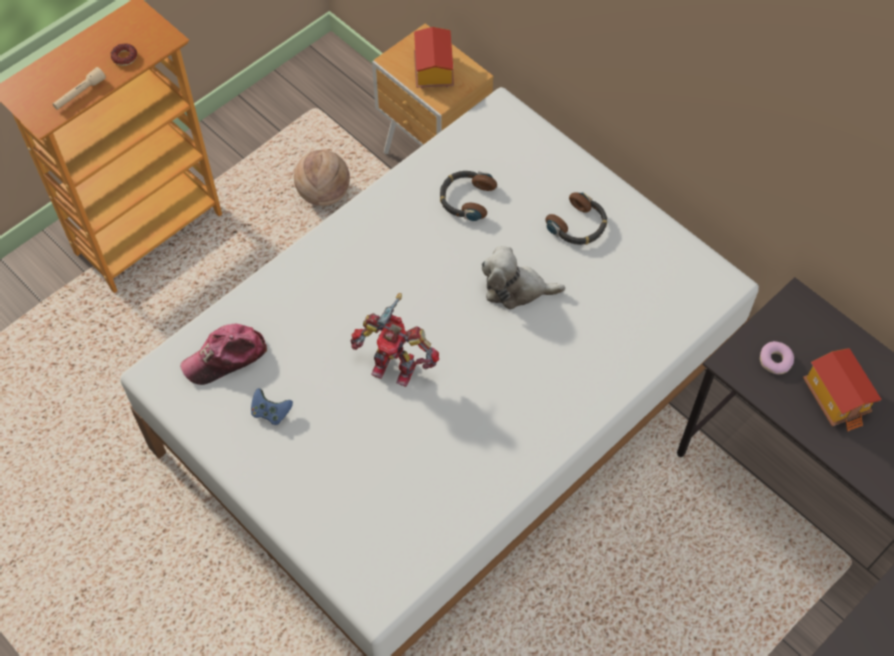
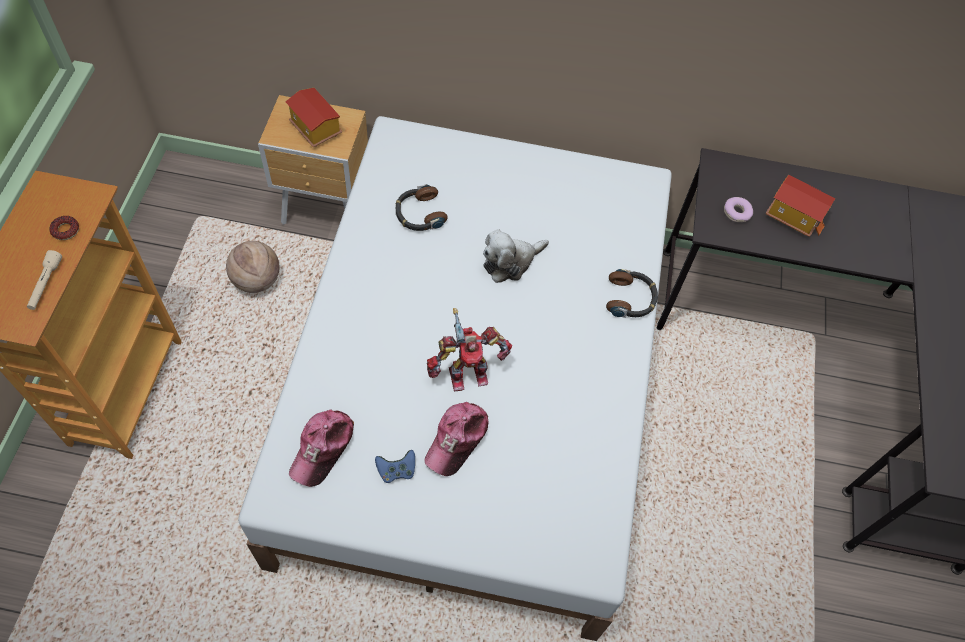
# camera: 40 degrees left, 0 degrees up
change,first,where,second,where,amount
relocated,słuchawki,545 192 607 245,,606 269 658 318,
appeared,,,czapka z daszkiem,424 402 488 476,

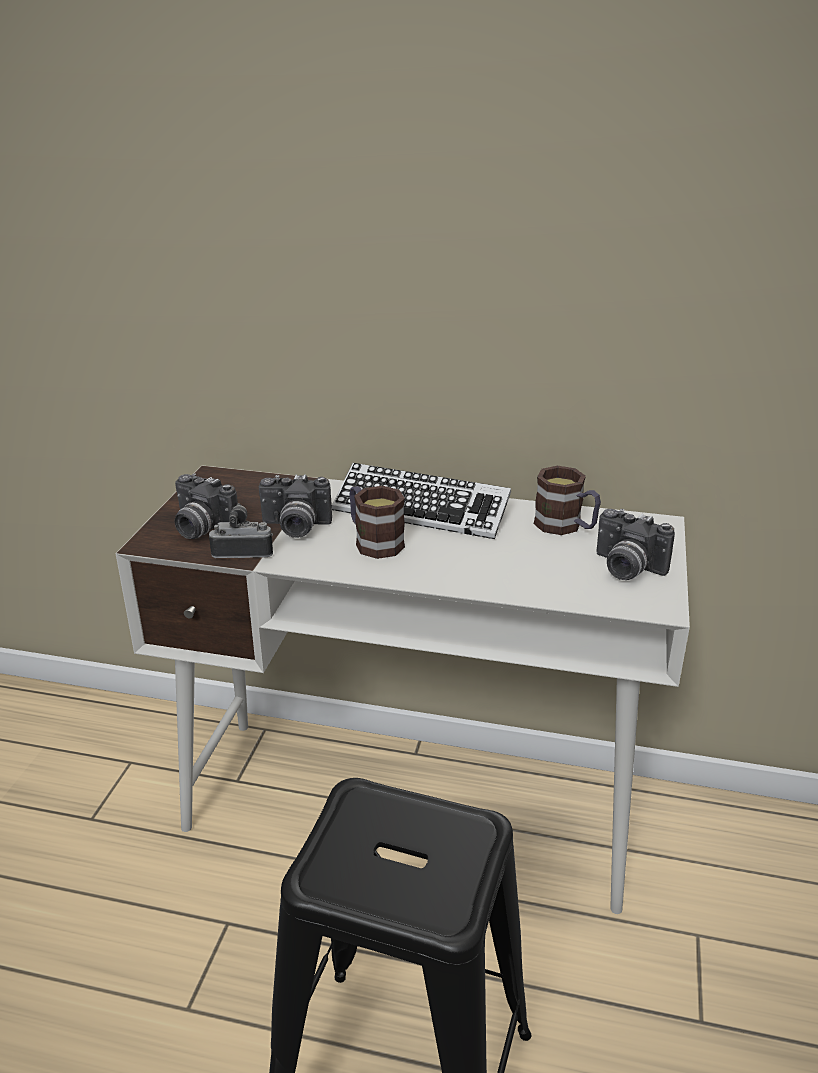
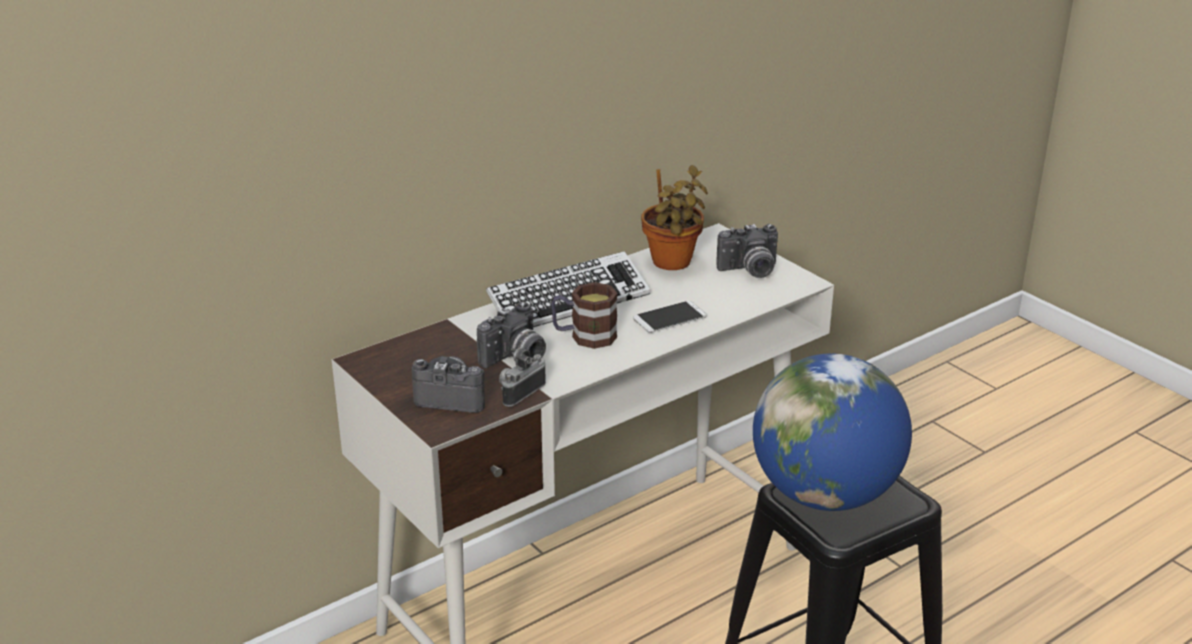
# camera: 50 degrees left, 0 degrees up
change,first,where,second,where,amount
spun,aparat fotograficzny,174 474 238 539,,412 356 485 413,150 degrees counterclockwise
exchanged,kubek,534 466 601 535,roślina doniczkowa,641 165 708 270,
appeared,,,telefon,633 301 707 333,
appeared,,,globus,753 353 912 511,

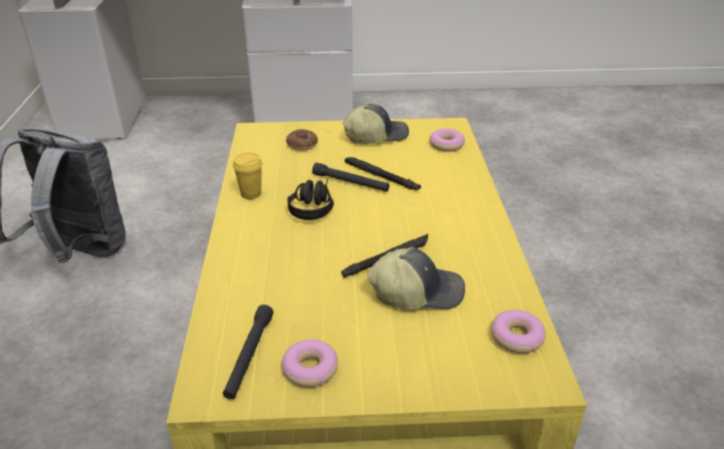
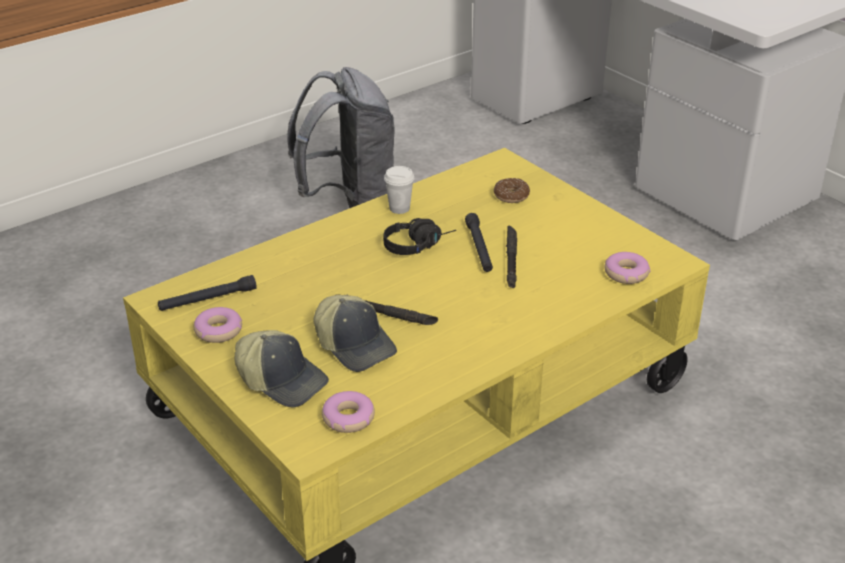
# camera: 55 degrees right, 0 degrees up
change,first,where,second,where,amount
colour,filiżanka [żółty],233 153 263 199,filiżanka [biały],384 166 414 214,
relocated,czapka z daszkiem,342 104 409 144,,234 330 329 407,

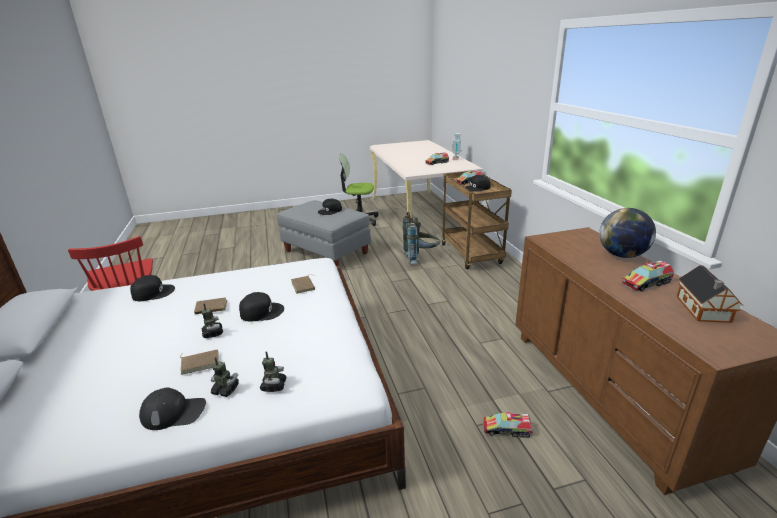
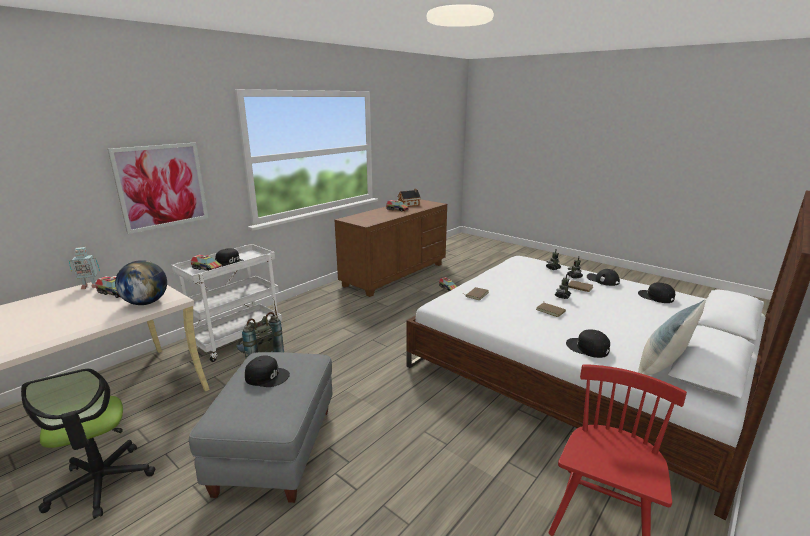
# camera: 125 degrees left, 5 degrees down
change,first,where,second,where,amount
relocated,czapka z daszkiem [czarny],239 292 284 322,,638 282 675 303,
colour,wózek [brązowy],442 171 512 269,wózek [biały],171 244 282 362,
relocated,globus,599 208 656 258,,115 260 167 305,
appeared,,,obraz,108 143 208 234,
appeared,,,poduszka,638 300 706 375,

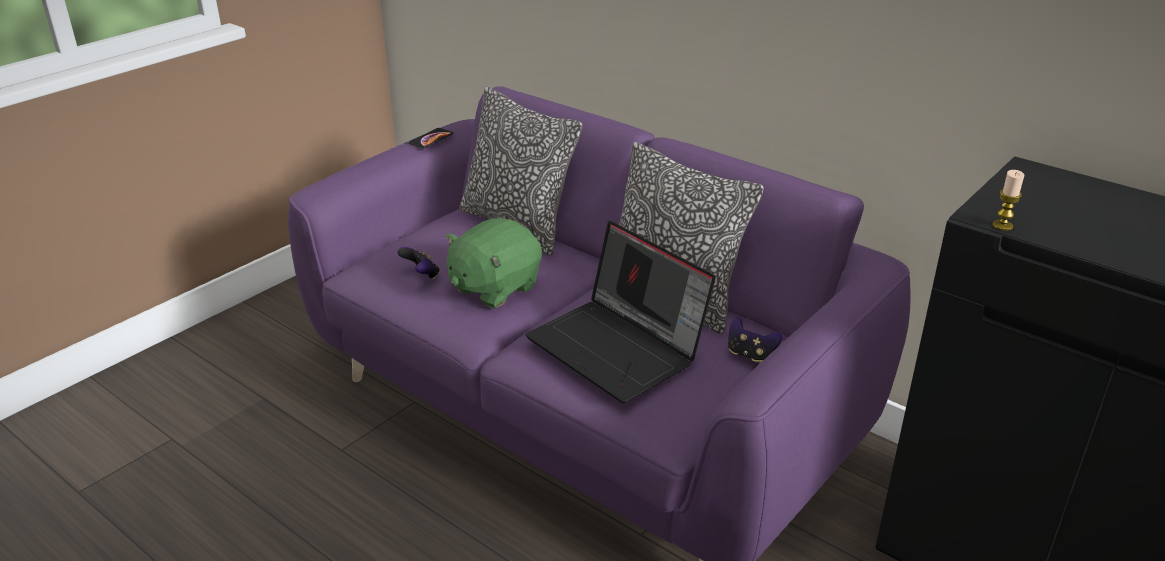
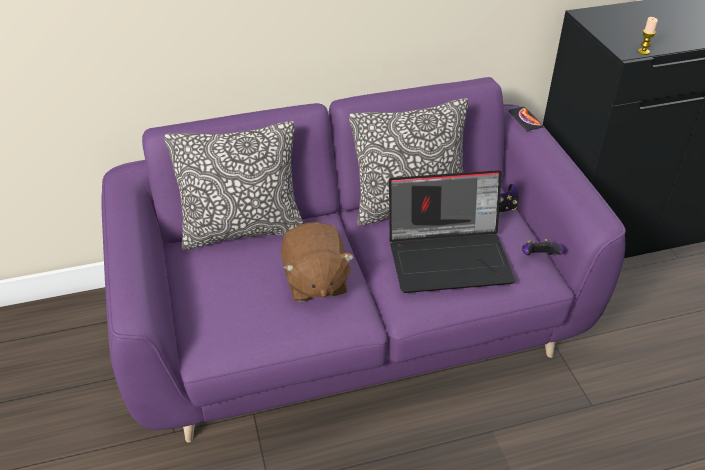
# camera: 55 degrees left, 10 degrees up
change,first,where,second,where,amount
relocated,pad do gier,397 247 440 279,,522 239 564 255,
relocated,telefon,409 128 454 148,,509 107 543 131,
colour,pluszak [zielony],445 218 542 308,pluszak [brązowy],281 222 354 302,

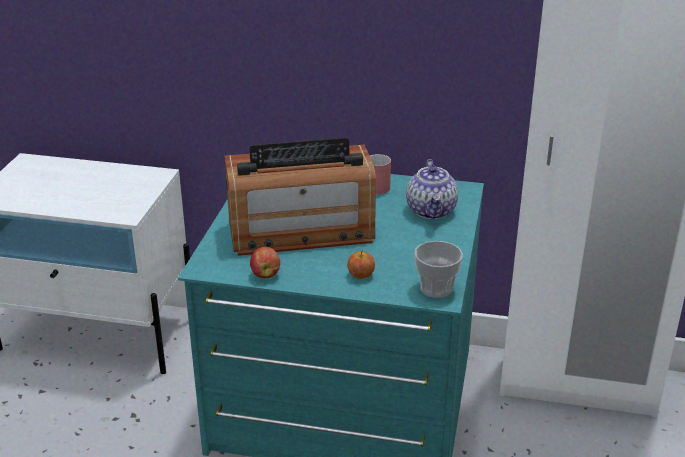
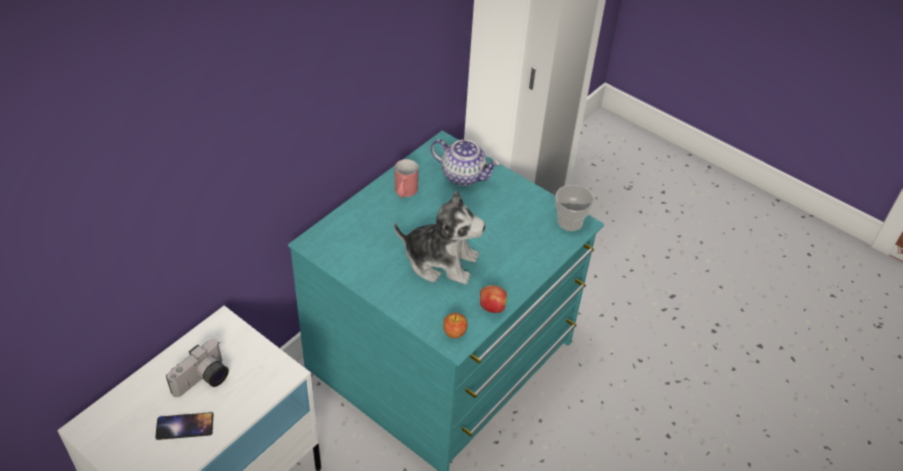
# camera: 65 degrees left, 15 degrees up
change,first,where,second,where,amount
exchanged,radio,225 138 376 256,pluszak,394 191 485 285,
relocated,jabłko,347 249 375 279,,443 313 468 338,
appeared,,,telefon,155 412 213 440,
appeared,,,aparat fotograficzny,166 339 229 397,

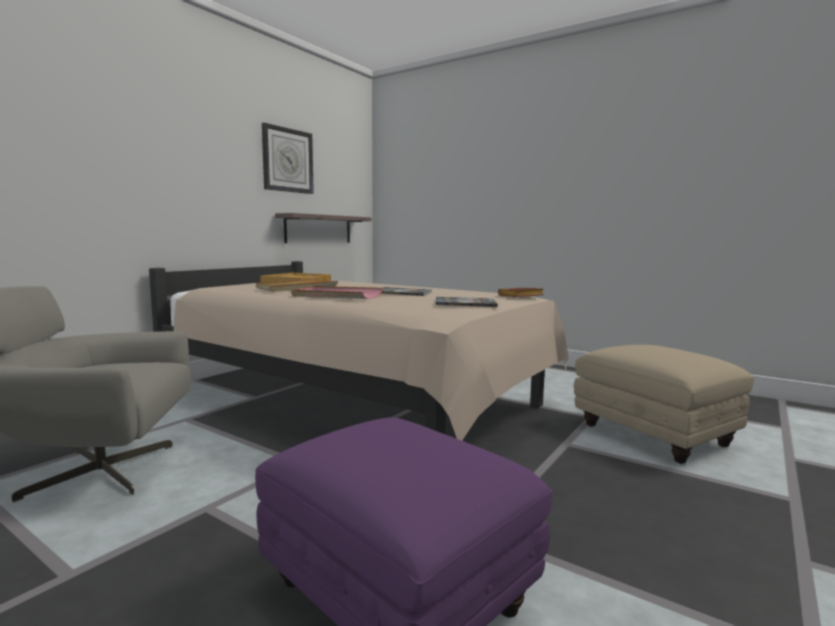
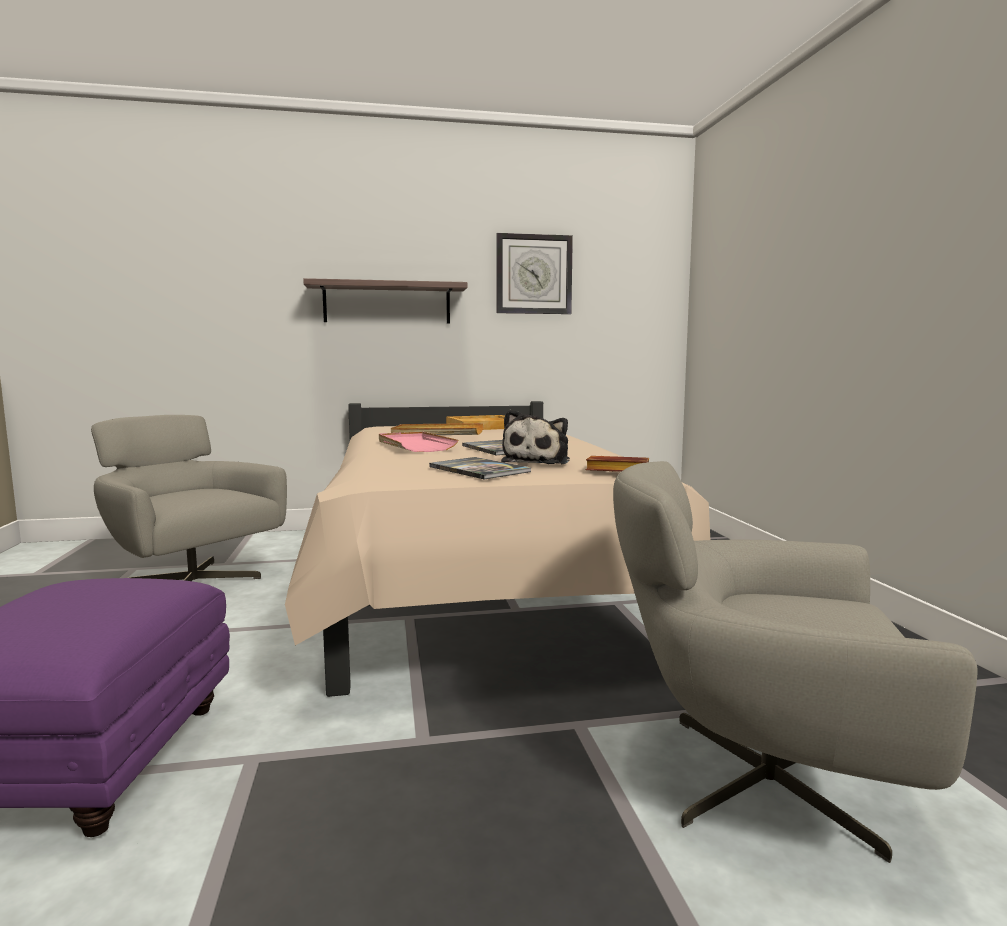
# camera: 45 degrees right, 0 degrees up
change,first,where,second,where,amount
relocated,półka,275 213 371 243,,303 278 468 324,
exchanged,pufa [beżowy],574 345 754 464,fotel [szary],613 461 978 863,
appeared,,,pluszak,501 410 570 464,

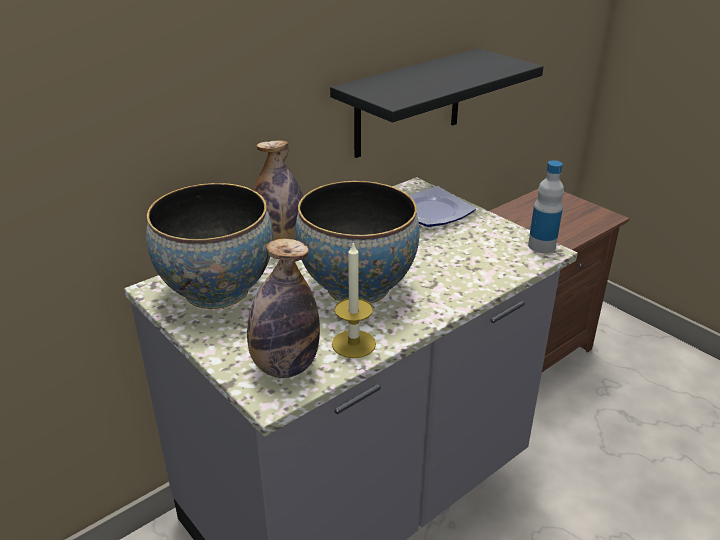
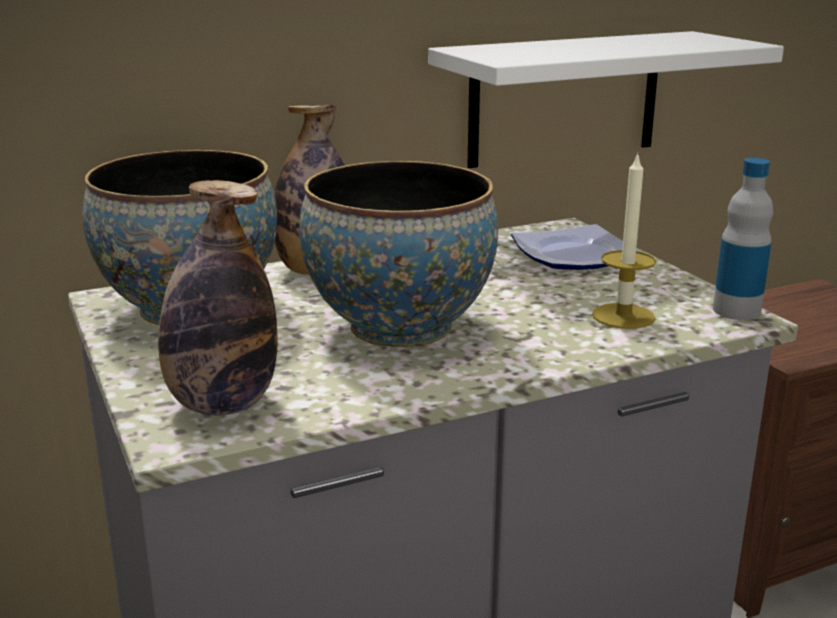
# camera: 15 degrees right, 10 degrees down
change,first,where,second,where,amount
colour,półka [czarny],330 49 543 158,półka [biały],428 31 784 168,
relocated,świeca,332 241 376 358,,592 152 656 329,

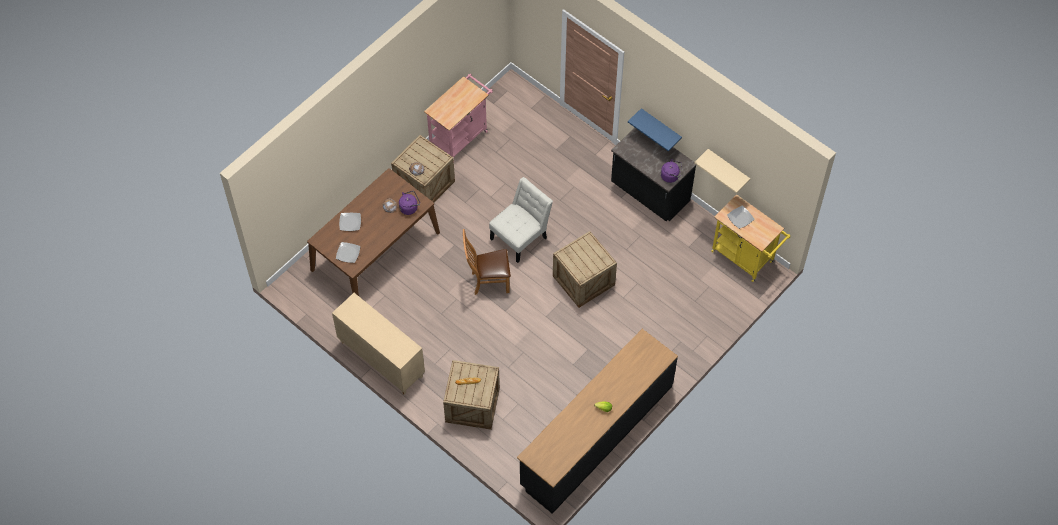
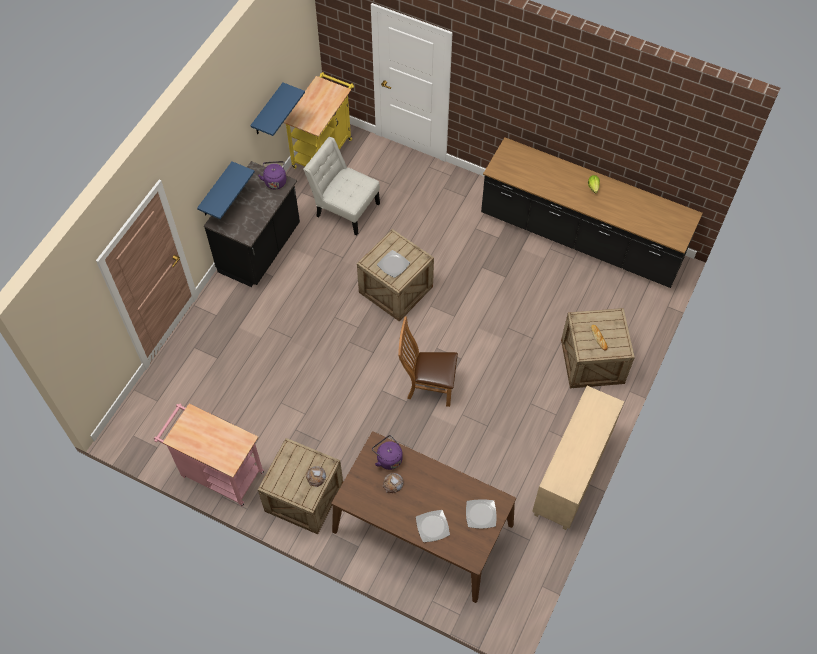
# camera: 105 degrees left, 0 degrees up
change,first,where,second,where,amount
spun,krzesło [brązowy],463 229 511 295,,398 316 458 407,120 degrees clockwise
relocated,krzesło [biały],489 177 553 263,,303 137 380 235,
colour,półka [beżowy],694 149 750 193,półka [niebieski],250 83 305 136,
relocated,talerz,727 206 754 229,,377 250 410 278,

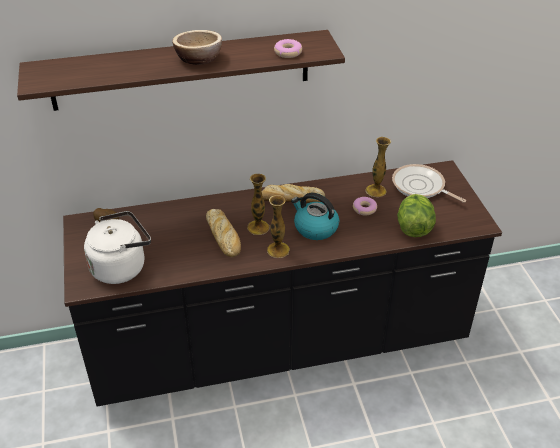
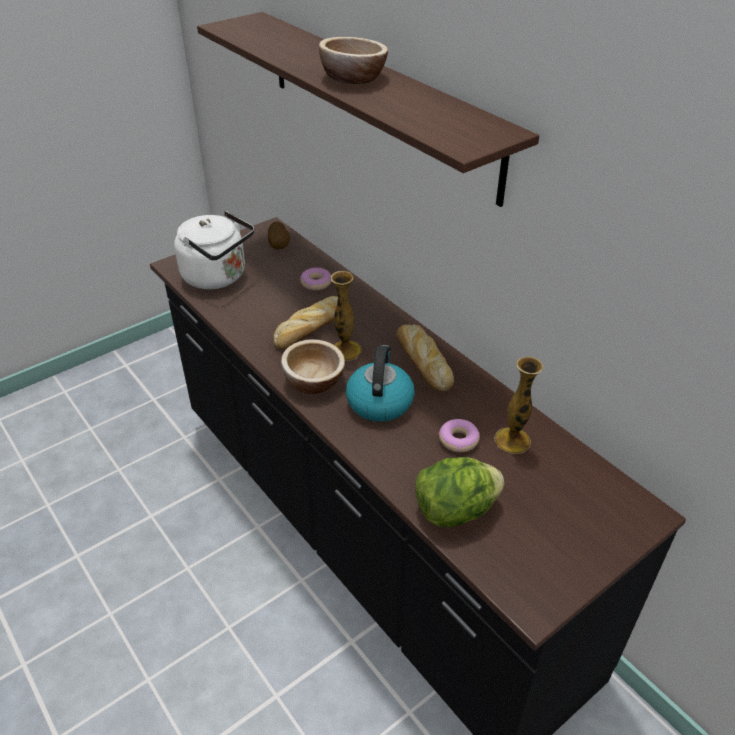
# camera: 65 degrees right, 0 degrees up
change,first,where,second,where,amount
exchanged,wazon,267 195 290 258,miska,281 339 345 394,
relocated,donut,274 39 302 58,,300 267 331 290,
missing,patelnia,392 164 466 203,,,

